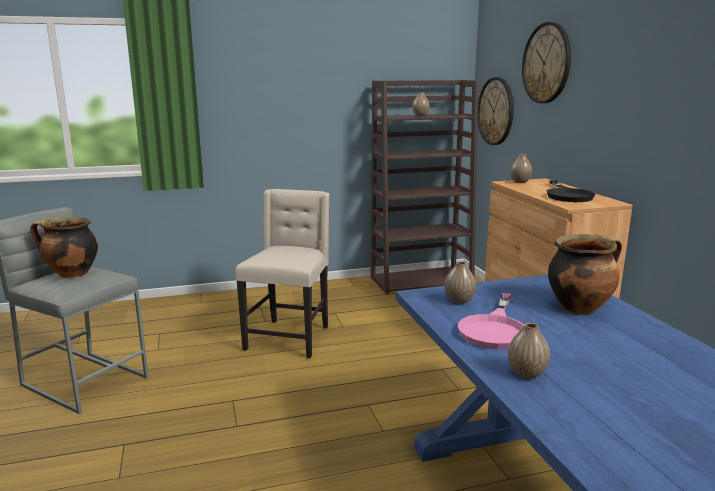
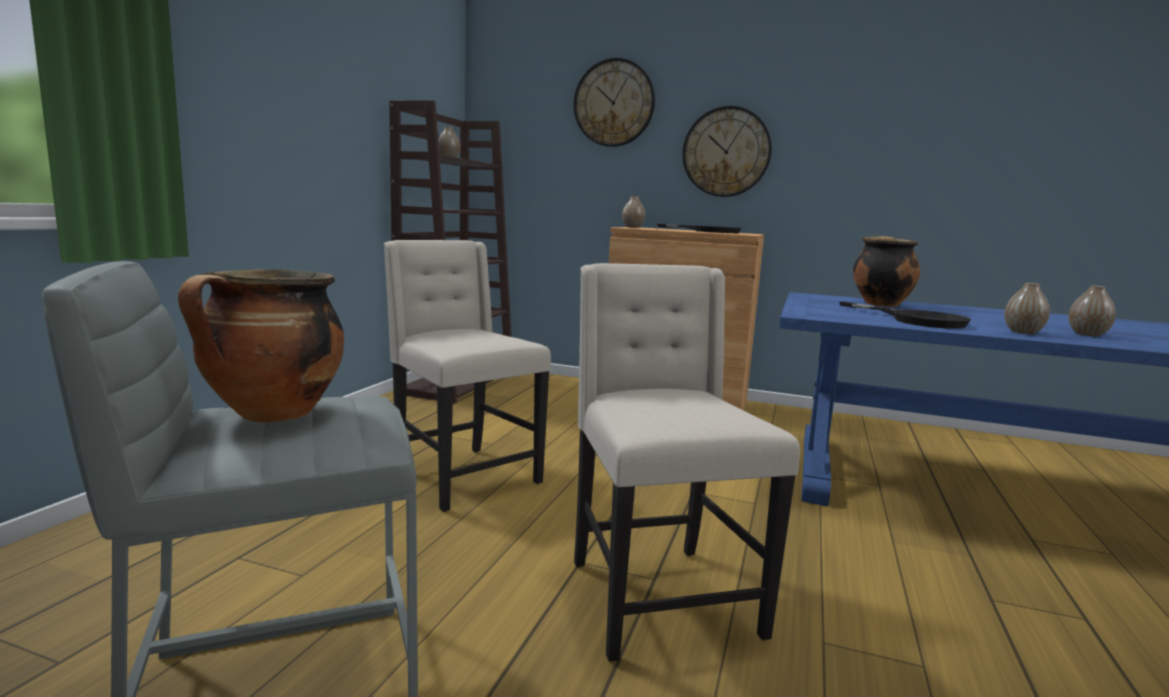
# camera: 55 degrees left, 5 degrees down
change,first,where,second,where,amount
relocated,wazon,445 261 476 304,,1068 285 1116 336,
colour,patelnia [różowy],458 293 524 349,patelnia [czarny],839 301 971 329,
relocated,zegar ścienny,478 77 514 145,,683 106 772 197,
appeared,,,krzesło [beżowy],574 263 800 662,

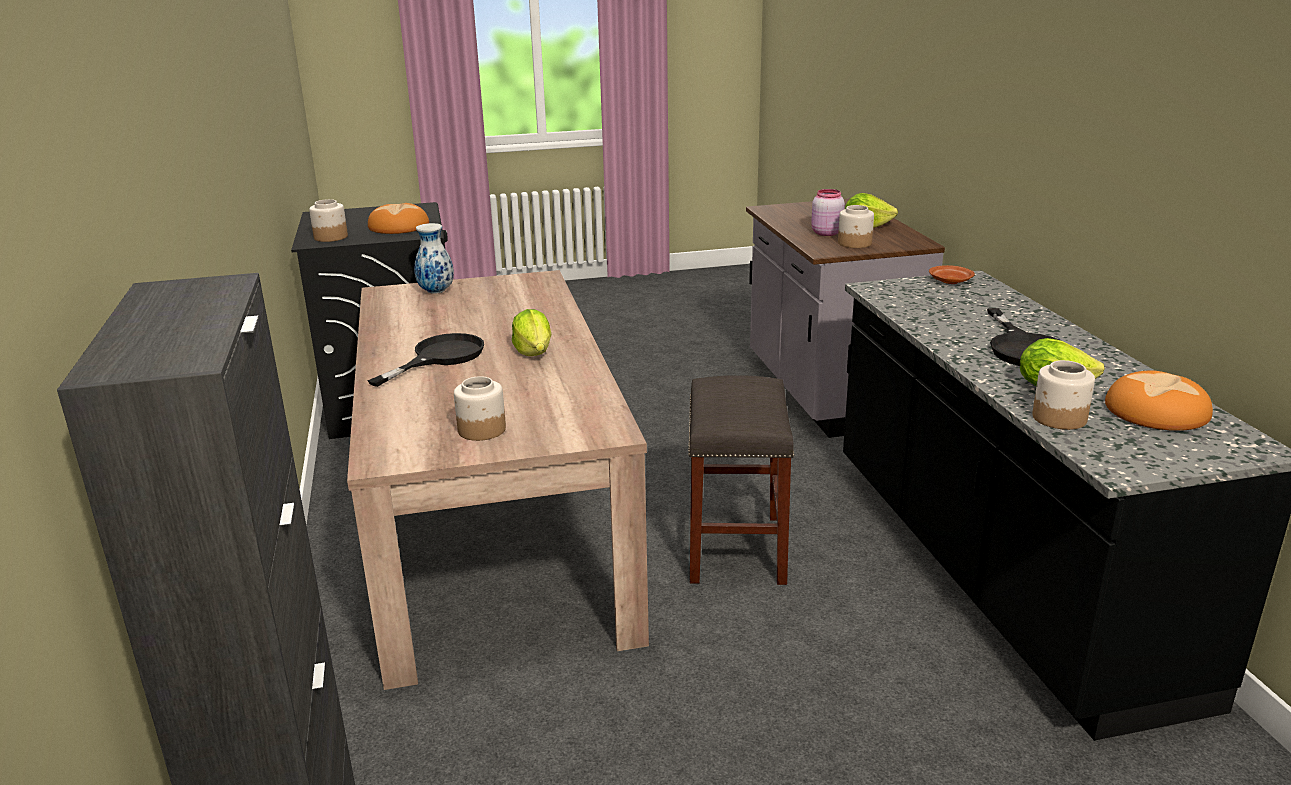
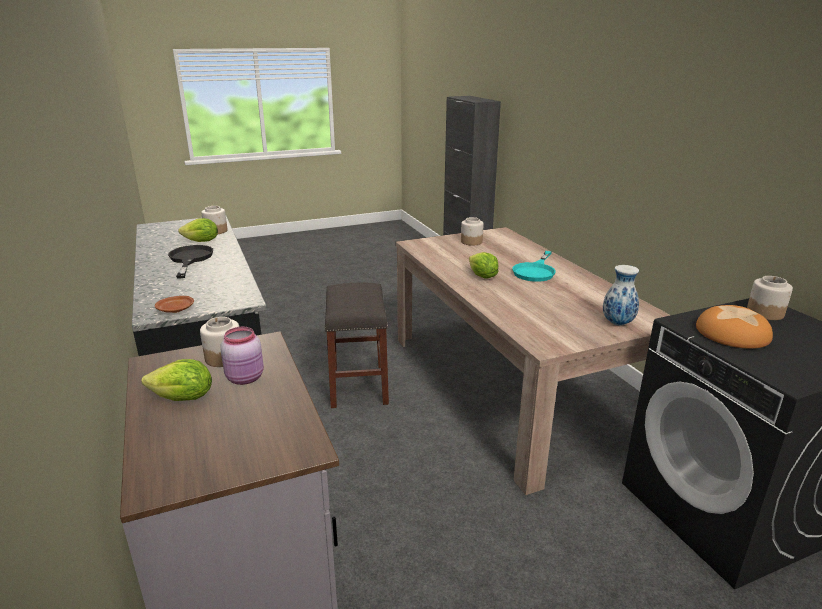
# camera: 170 degrees right, 0 degrees up
change,first,where,second,where,amount
colour,patelnia [czarny],367 333 484 387,patelnia [turkusowy],512 251 556 282,
missing,chleb,1105 371 1213 431,,,

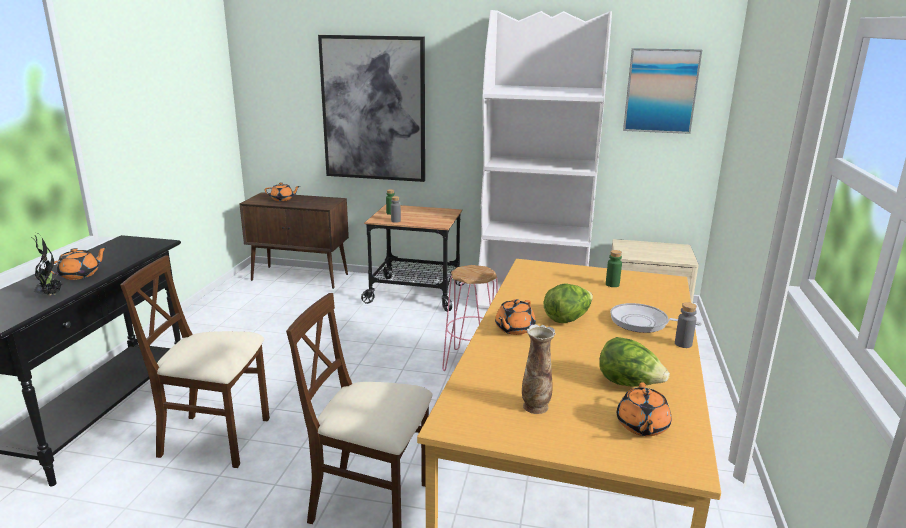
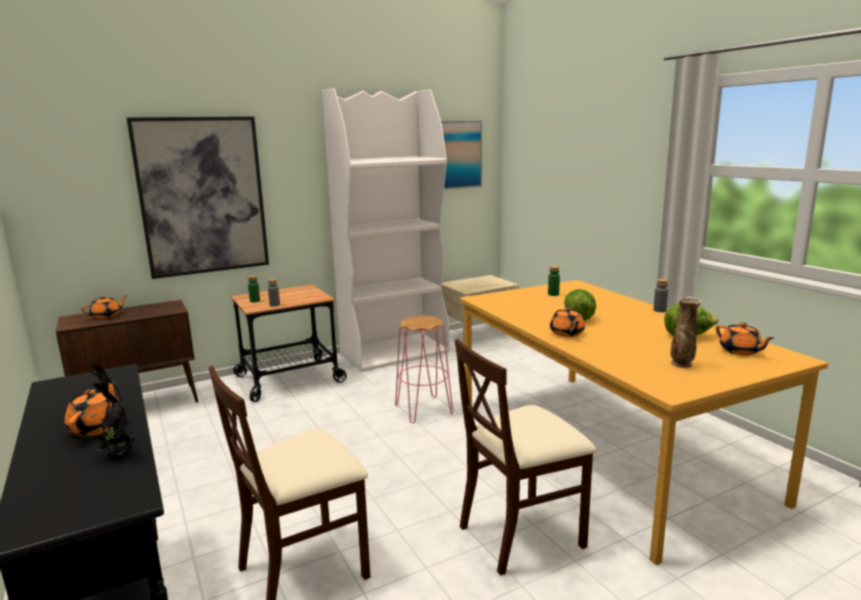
# camera: 40 degrees left, 5 degrees down
change,first,where,second,where,amount
missing,patelnia,610 303 702 333,,,

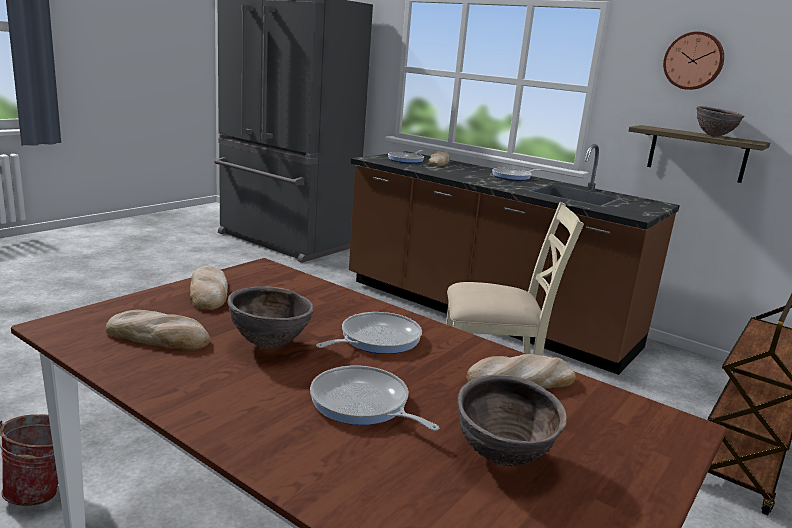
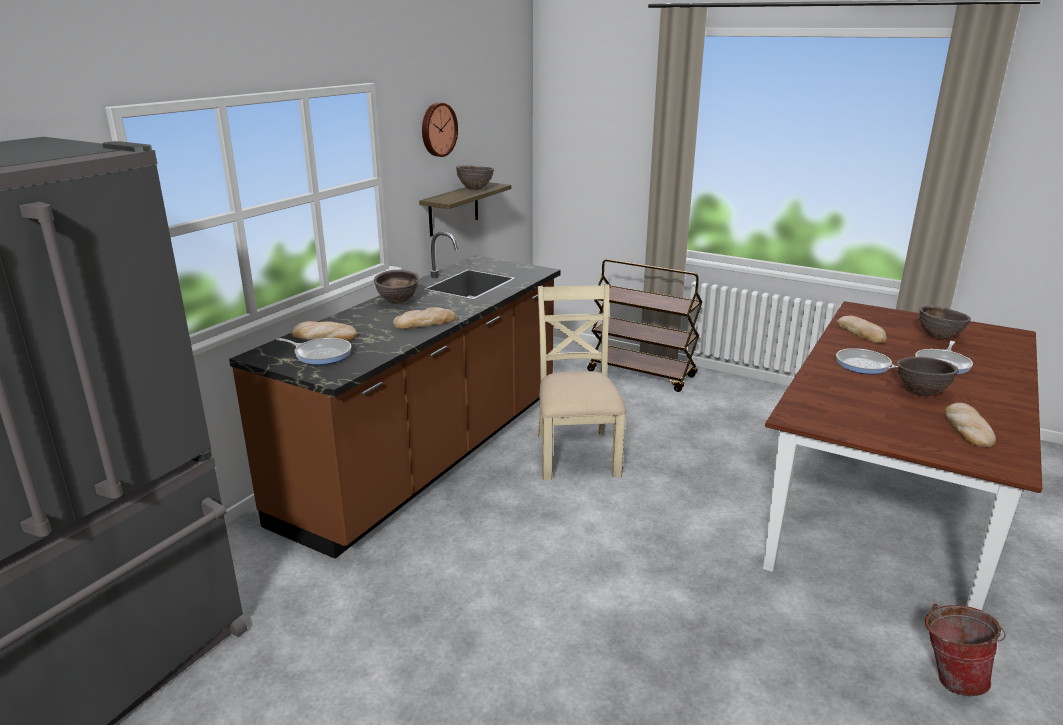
# camera: 95 degrees left, 5 degrees up
change,first,where,second,where,amount
relocated,chleb,190 266 228 310,,393 307 456 329,
exchanged,patelnia,492 168 542 181,miska [brązowy],374 270 419 304,

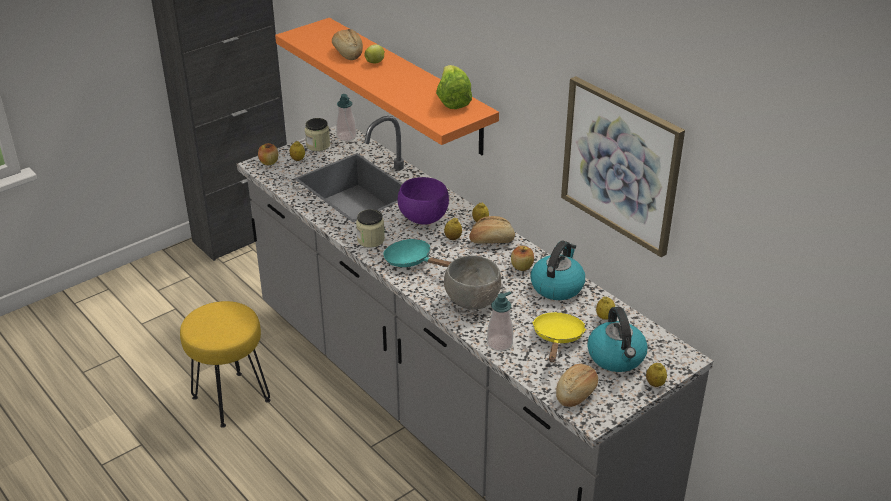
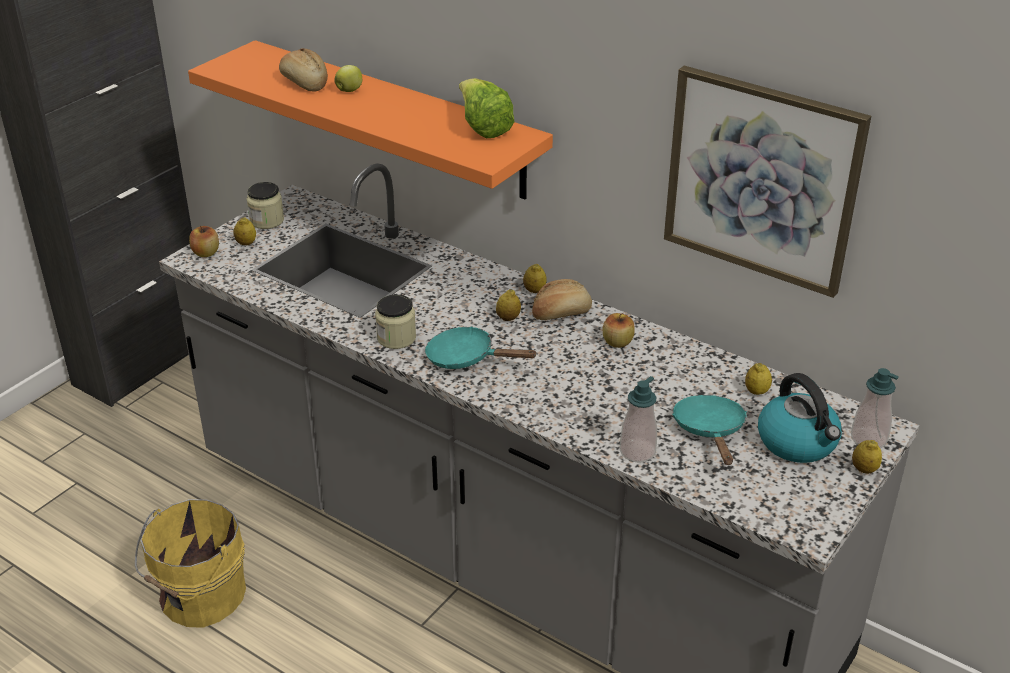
# camera: 15 degrees left, 0 degrees up
change,first,where,second,where,amount
exchanged,stołek [żółty],180 301 270 428,wiadro [żółty],135 499 246 628,
relocated,dozownik mydła,336 94 357 141,,851 368 899 448,
missing,miska [fioletowy],398 177 449 225,,,
missing,miska [szary],444 255 501 310,,,
missing,czajnik,530 241 585 300,,,
colour,patelnia [żółty],532 312 586 362,patelnia [turkusowy],672 395 747 465,
missing,chleb,556 364 598 407,,,

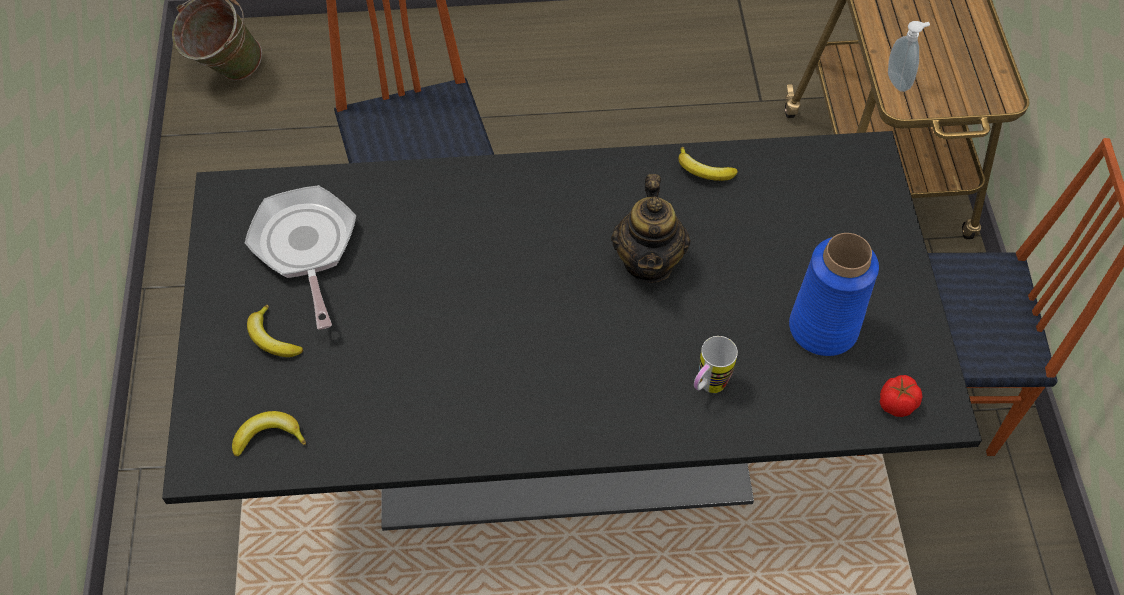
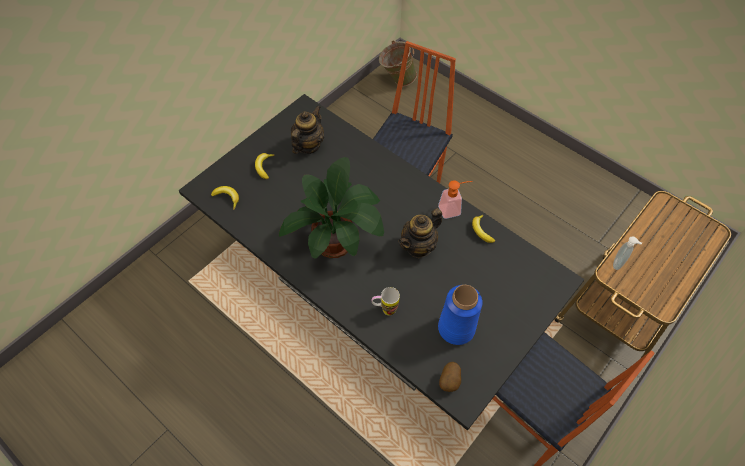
# camera: 45 degrees right, 0 degrees up
change,first,where,second,where,amount
exchanged,patelnia,245 185 356 330,imbryk,291 105 324 154,
exchanged,pomidor,880 375 922 417,ziemniak,439 362 461 392,
appeared,,,roślina doniczkowa,279 157 384 259,
appeared,,,dozownik mydła,438 180 472 219,

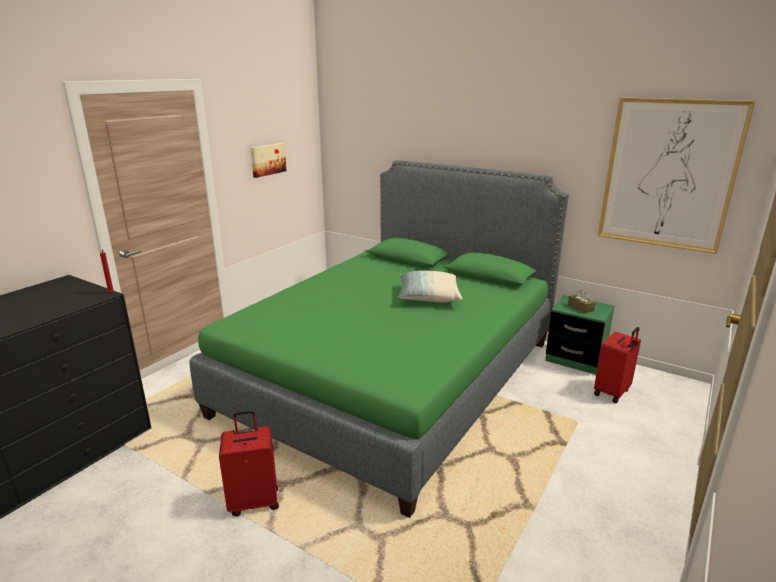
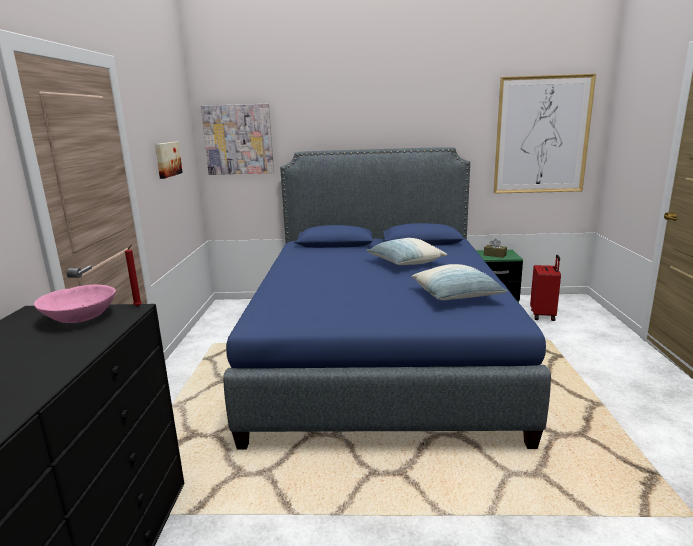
# camera: 30 degrees left, 5 degrees down
change,first,where,second,where,amount
colour,łóżko [zielony],189 160 569 518,łóżko [niebieski],223 147 551 449,
missing,walizka [czerwony],219 410 279 516,,,
appeared,,,miska [różowy],34 285 116 323,
appeared,,,obraz,201 104 274 175,
appeared,,,poduszka,411 264 508 300,

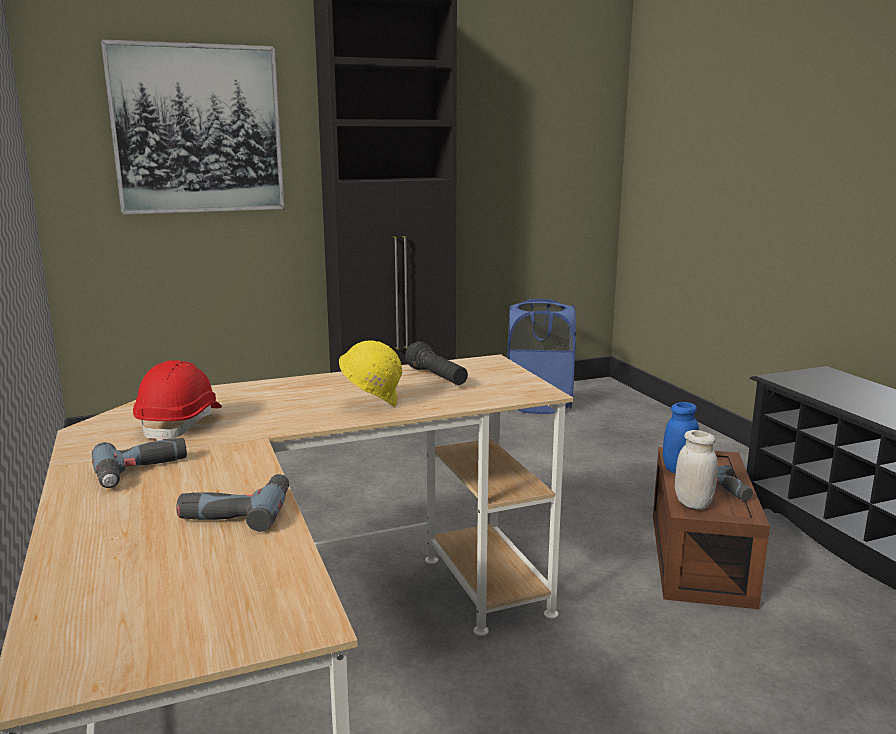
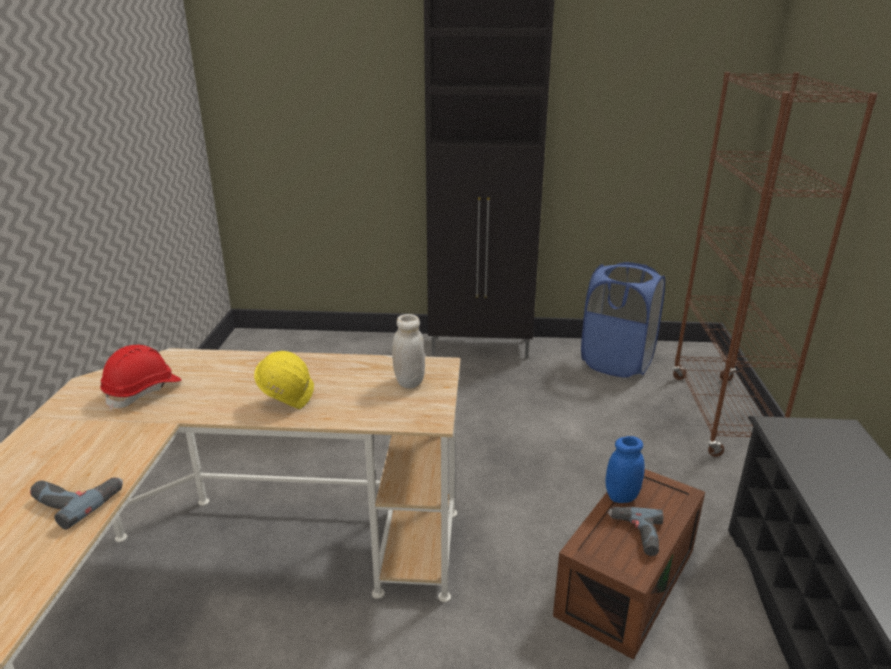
# camera: 25 degrees right, 10 degrees up
change,first,where,second,where,amount
missing,wiertarka,92 438 187 488,,,
missing,obraz,101 39 284 215,,,
missing,latarka [czarny],405 342 468 385,,,
relocated,słoik [biały],675 430 718 509,,392 314 425 388,
appeared,,,regał [brązowy],672 72 878 457,

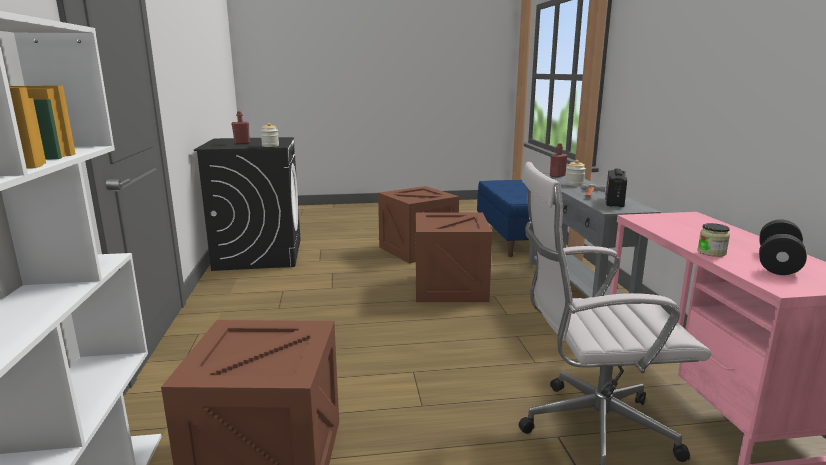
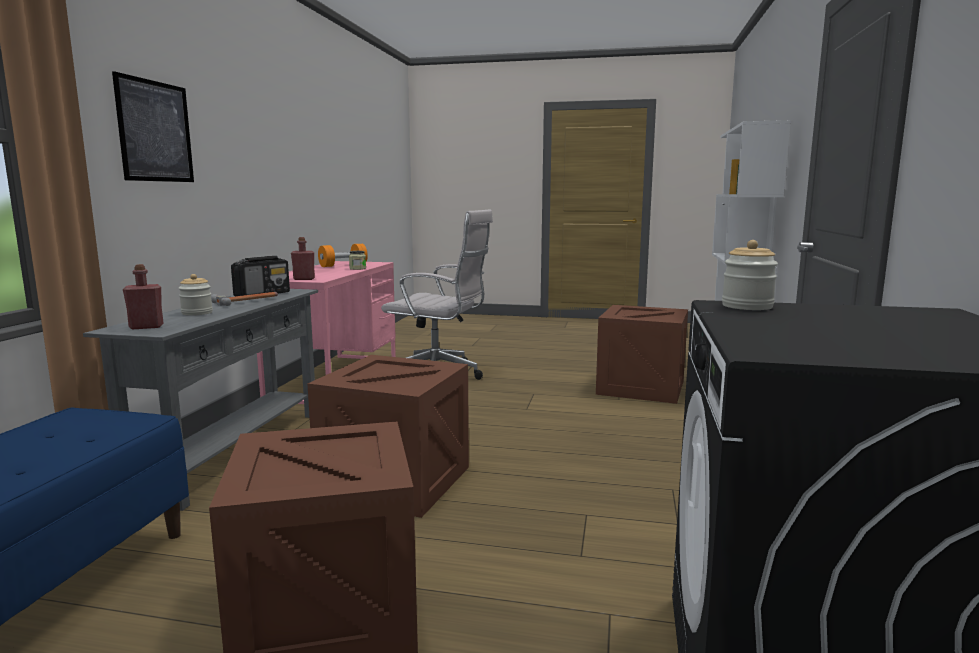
# camera: 160 degrees left, 5 degrees down
change,first,where,second,where,amount
relocated,butelka [czerwony],231 111 250 144,,291 237 315 280,
colour,hantel [czarny],759 219 807 275,hantel [pomarańczowy],318 244 368 267,
appeared,,,obraz,112 71 194 182,

